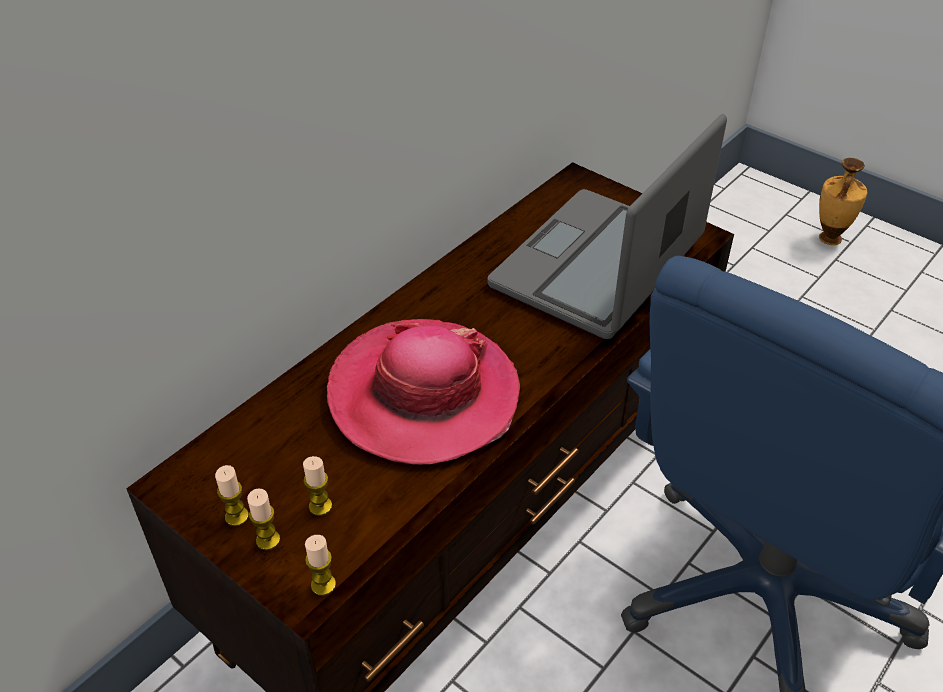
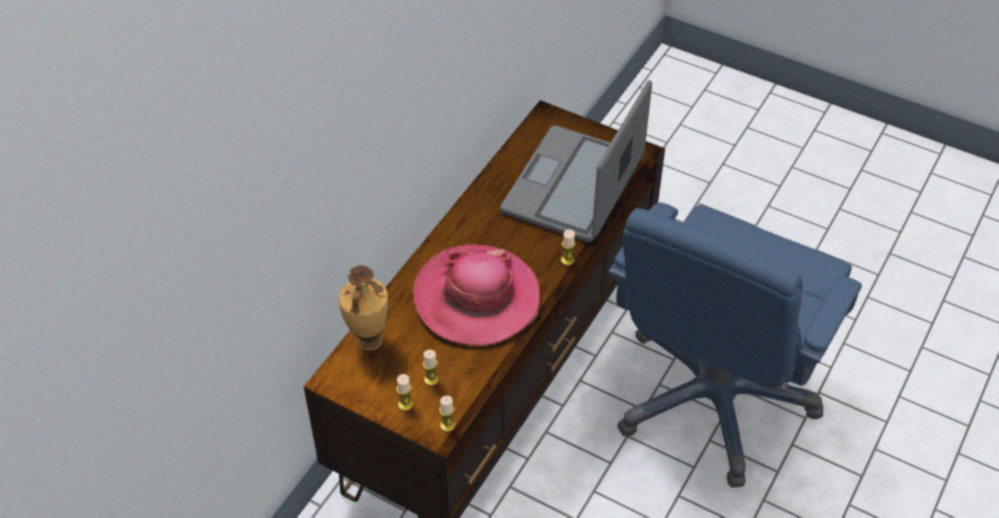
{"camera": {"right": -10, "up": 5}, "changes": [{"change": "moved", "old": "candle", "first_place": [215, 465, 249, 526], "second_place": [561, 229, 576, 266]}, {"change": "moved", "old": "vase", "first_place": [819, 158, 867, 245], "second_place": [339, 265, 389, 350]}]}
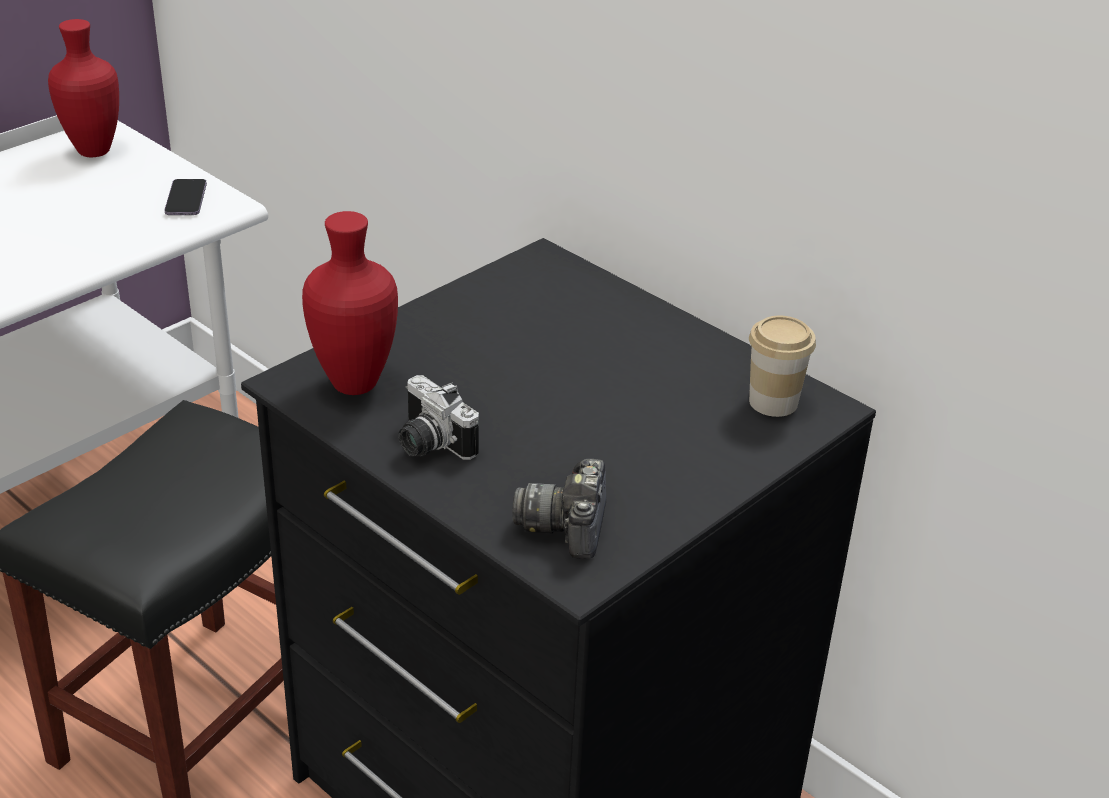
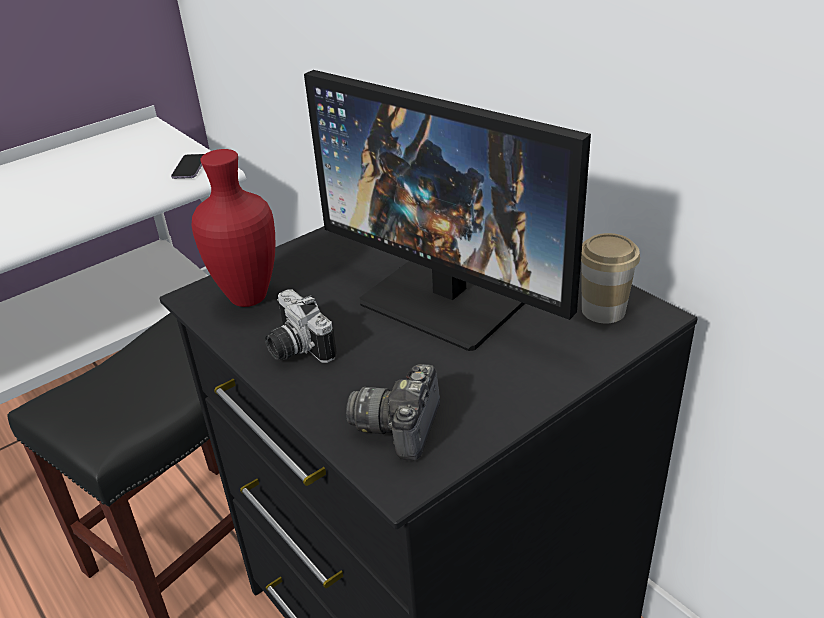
{"camera": {"right": 10, "up": 0}, "changes": [{"change": "removed", "old": "red vase", "first_place": [48, 19, 119, 157]}, {"change": "added", "new": "monitor", "second_place": [304, 70, 591, 351]}]}
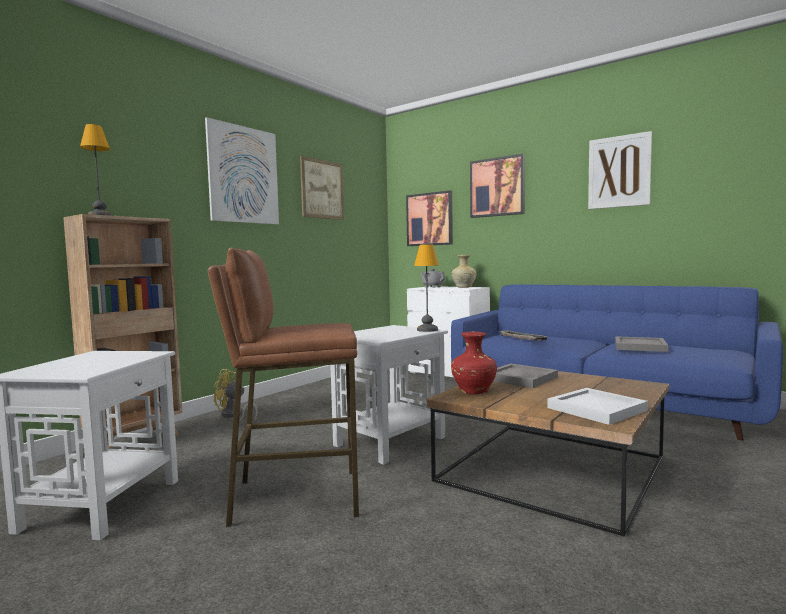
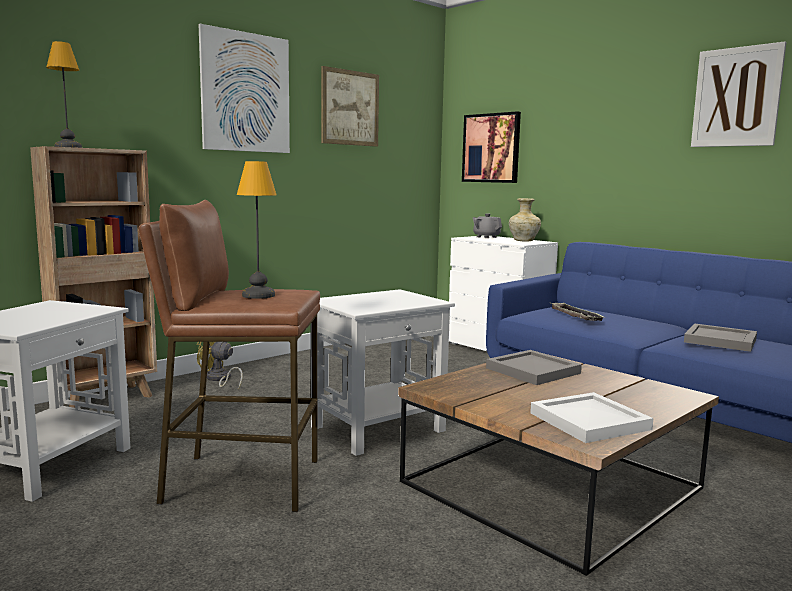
{"camera": {"right": 10, "up": 5}, "changes": [{"change": "removed", "old": "red vase", "first_place": [451, 331, 497, 395]}, {"change": "removed", "old": "picture", "first_place": [470, 154, 525, 218]}, {"change": "moved", "old": "table lamp", "first_place": [414, 244, 439, 332], "second_place": [237, 161, 277, 299]}]}
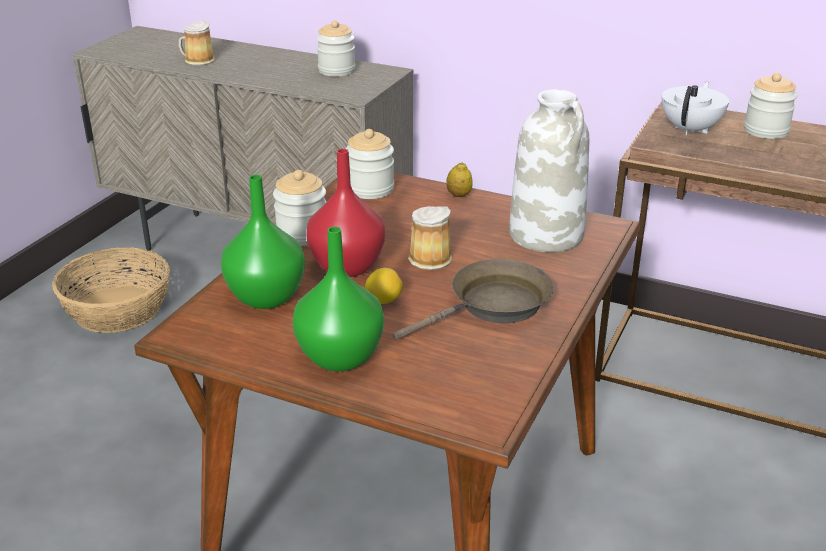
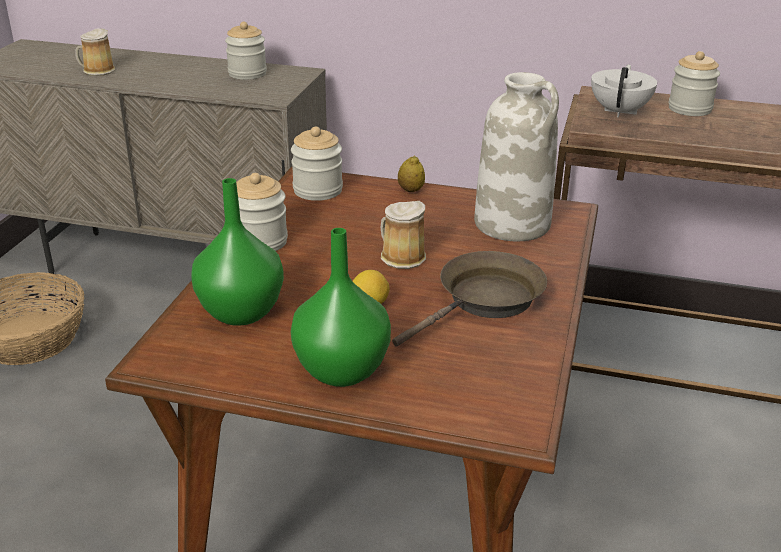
{"camera": {"right": -10, "up": 0}, "changes": [{"change": "removed", "old": "red vase", "first_place": [306, 149, 385, 277]}]}
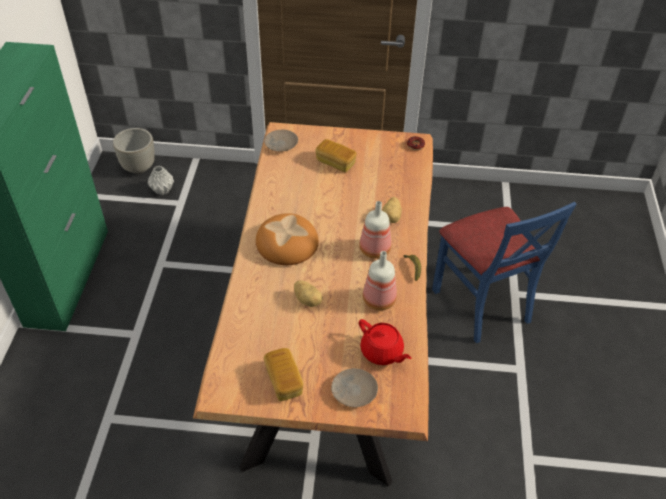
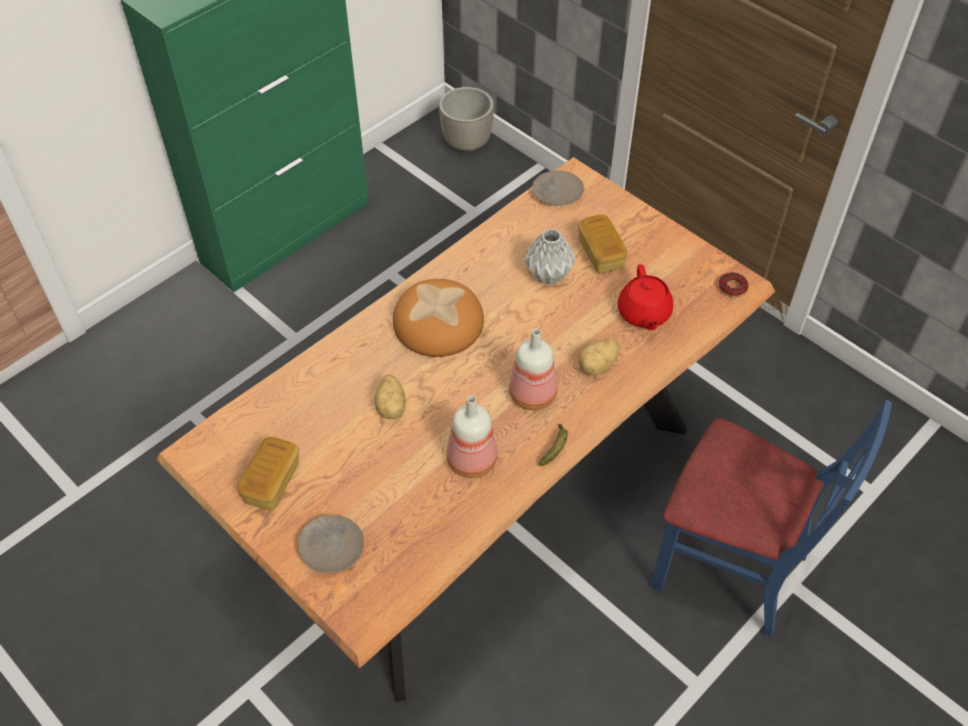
{"camera": {"right": 40, "up": 5}, "changes": [{"change": "moved", "old": "grey vase", "first_place": [148, 166, 174, 195], "second_place": [525, 229, 576, 285]}, {"change": "moved", "old": "red teapot", "first_place": [359, 319, 411, 365], "second_place": [618, 264, 673, 330]}, {"change": "turned", "old": "blue chair", "first_place": [432, 202, 577, 343], "second_place": [650, 400, 892, 638], "degrees": -75}]}
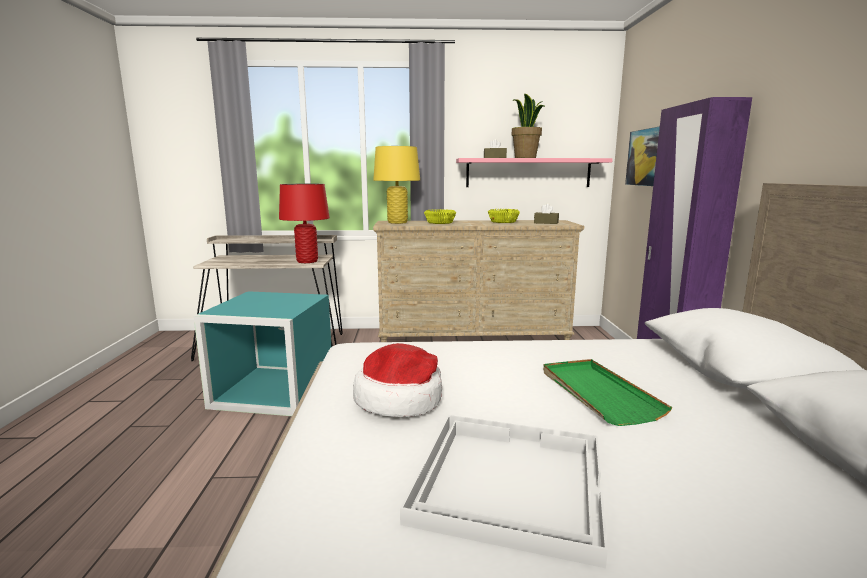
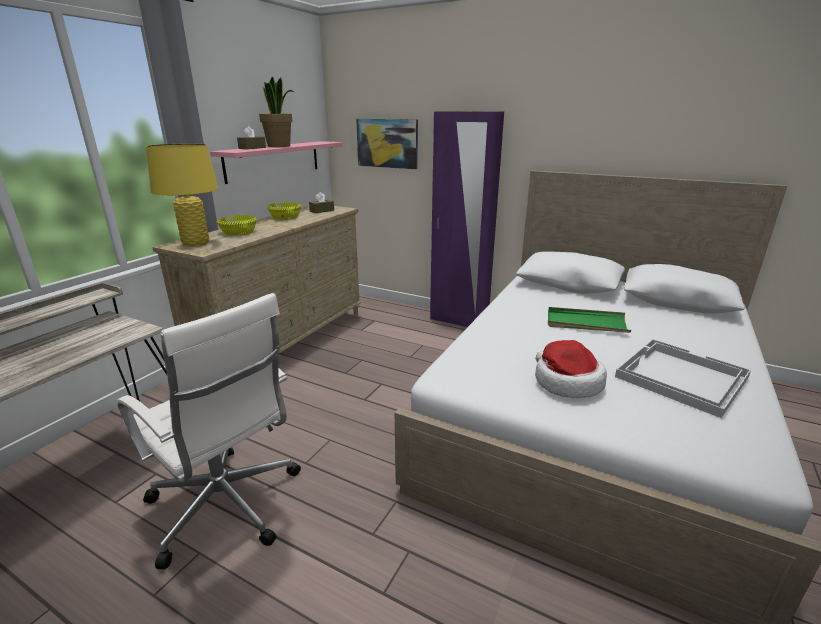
{"camera": {"right": -60, "up": 10}, "changes": [{"change": "removed", "old": "red table lamp", "first_place": [279, 184, 330, 263]}, {"change": "replaced", "old": "turquoise storage box", "new": "white office chair", "first_place": [193, 291, 331, 416], "second_place": [118, 293, 301, 569]}]}
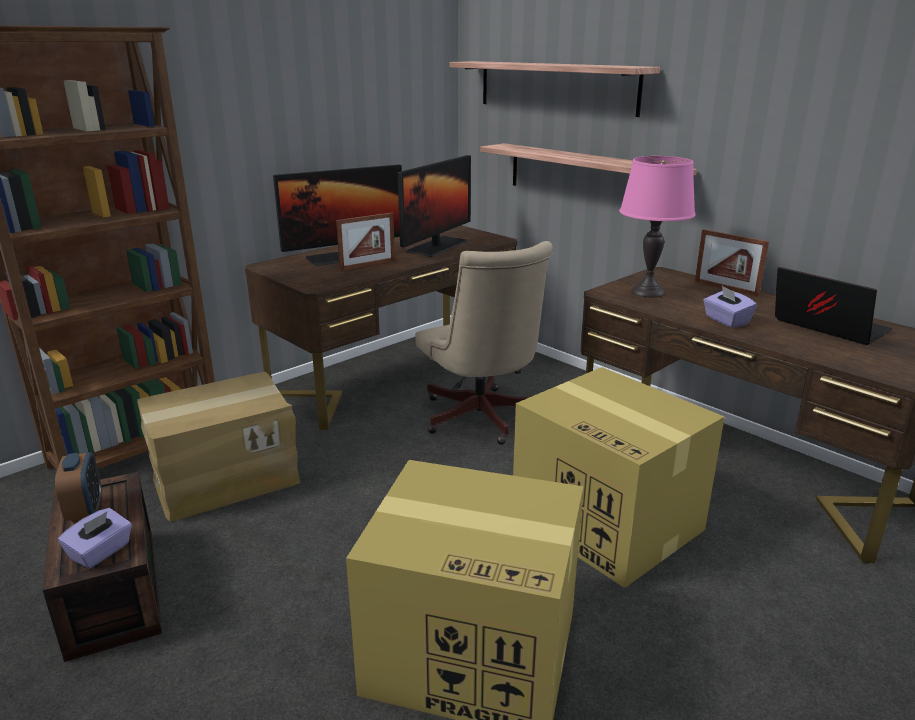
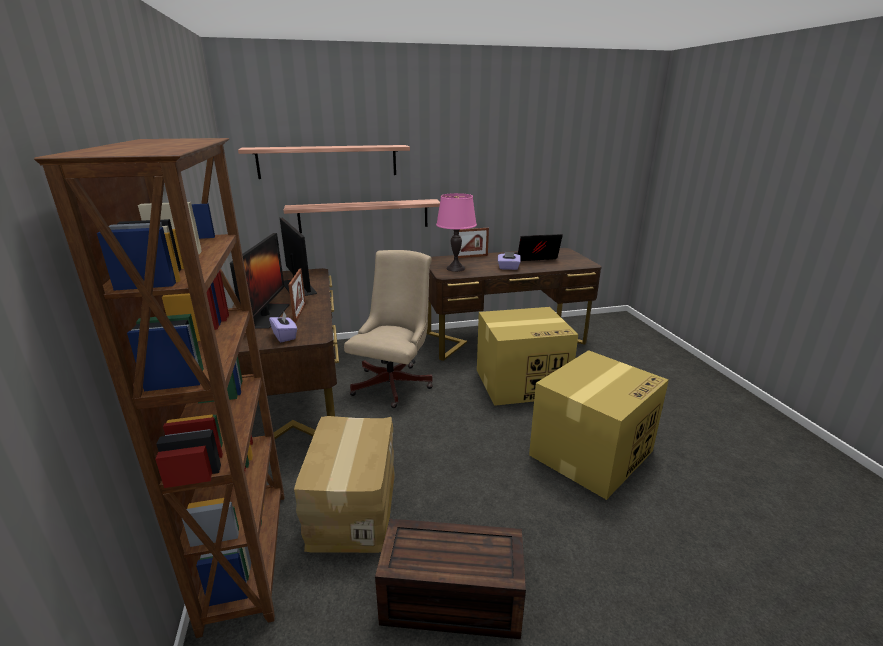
{"camera": {"right": -60, "up": 0}, "changes": [{"change": "removed", "old": "alarm clock", "first_place": [55, 452, 101, 522]}, {"change": "moved", "old": "purple tissue box", "first_place": [58, 508, 132, 569], "second_place": [269, 312, 297, 342]}, {"change": "turned", "old": "beige office chair", "first_place": [415, 241, 553, 445], "second_place": [344, 250, 433, 408], "degrees": -75}]}
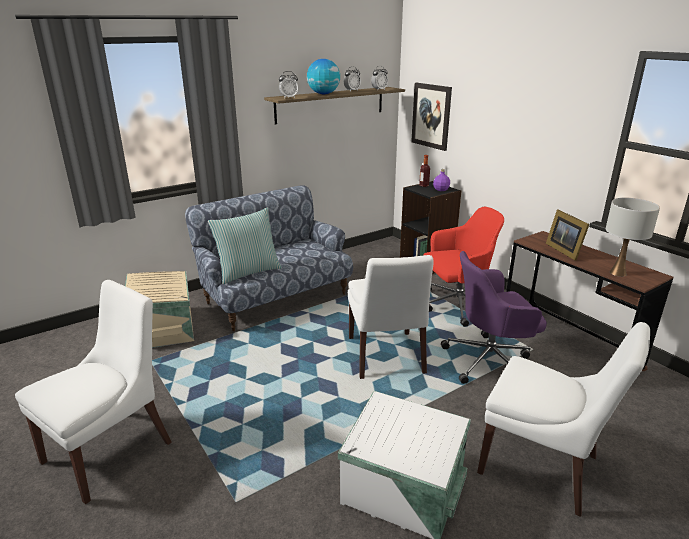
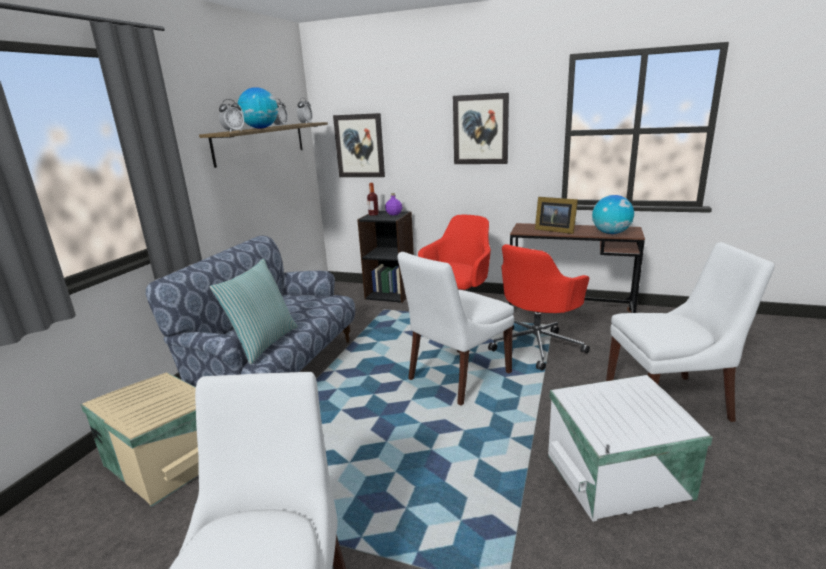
{"camera": {"right": -35, "up": -5}, "changes": [{"change": "added", "new": "picture", "second_place": [453, 93, 509, 164]}, {"change": "replaced", "old": "white table lamp", "new": "globe", "first_place": [606, 198, 660, 277], "second_place": [592, 195, 634, 234]}, {"change": "recoloured", "old": "purple office chair", "new": "red office chair", "first_place": [441, 251, 547, 384], "second_place": [488, 244, 590, 371]}, {"change": "turned", "old": "white chair", "first_place": [348, 255, 434, 379], "second_place": [397, 252, 514, 406], "degrees": 90}]}
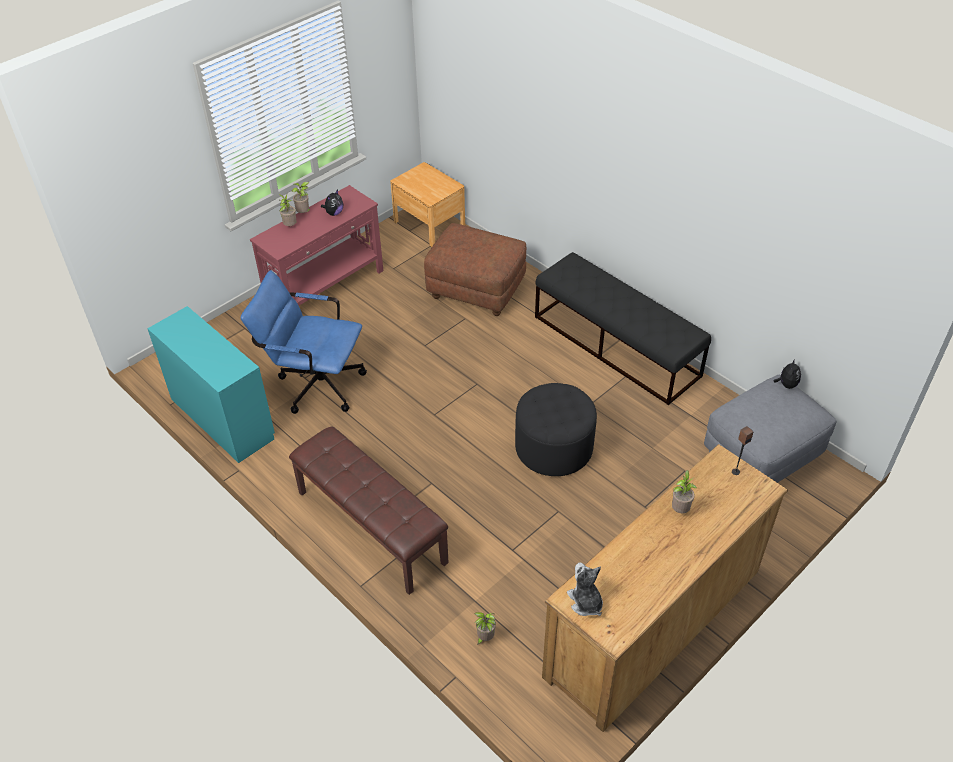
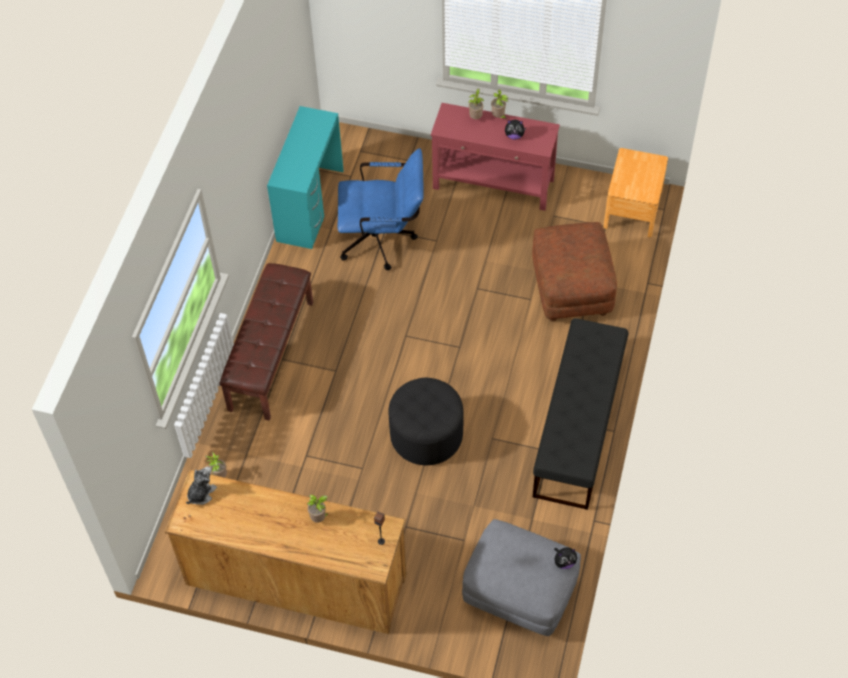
{"camera": {"right": 60, "up": 10}, "changes": [{"change": "turned", "old": "blue office chair", "first_place": [241, 270, 367, 414], "second_place": [338, 148, 424, 270], "degrees": 105}]}
